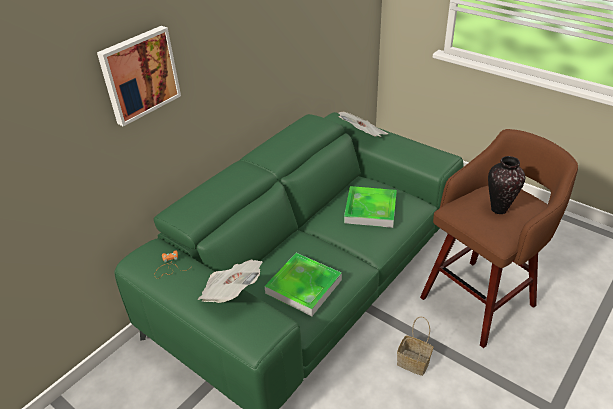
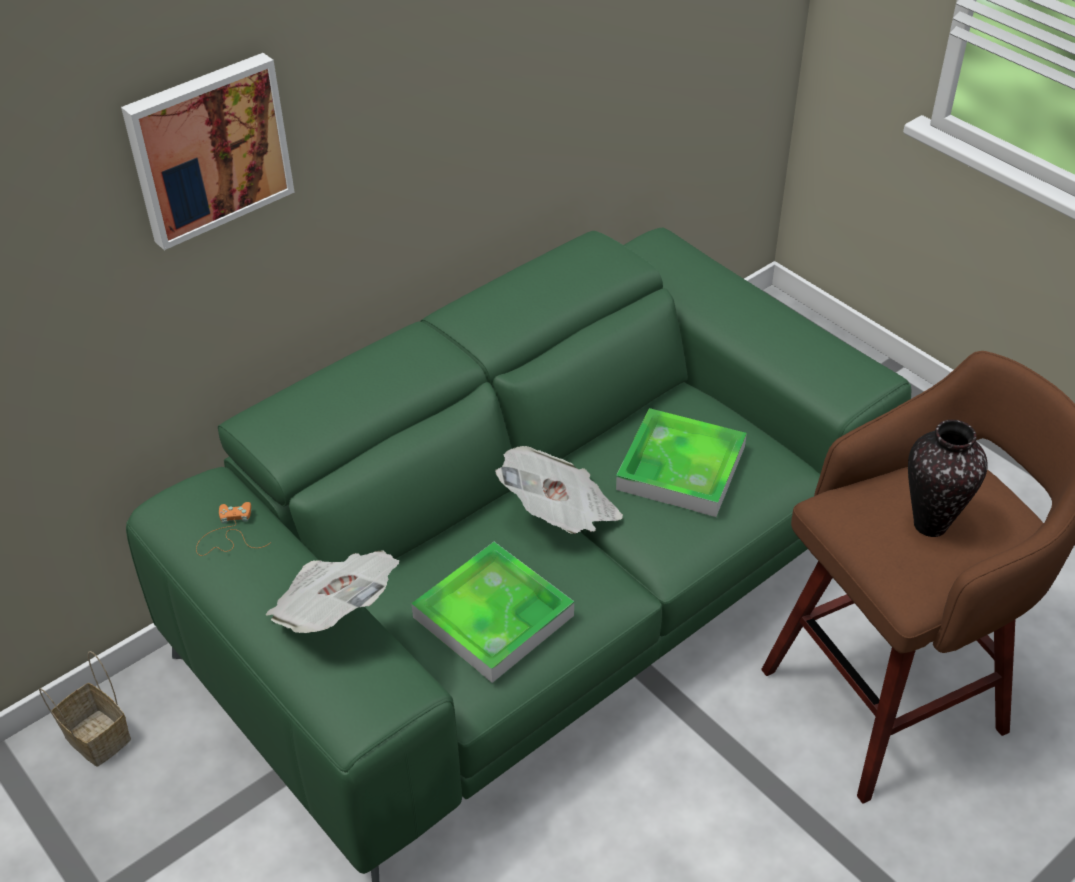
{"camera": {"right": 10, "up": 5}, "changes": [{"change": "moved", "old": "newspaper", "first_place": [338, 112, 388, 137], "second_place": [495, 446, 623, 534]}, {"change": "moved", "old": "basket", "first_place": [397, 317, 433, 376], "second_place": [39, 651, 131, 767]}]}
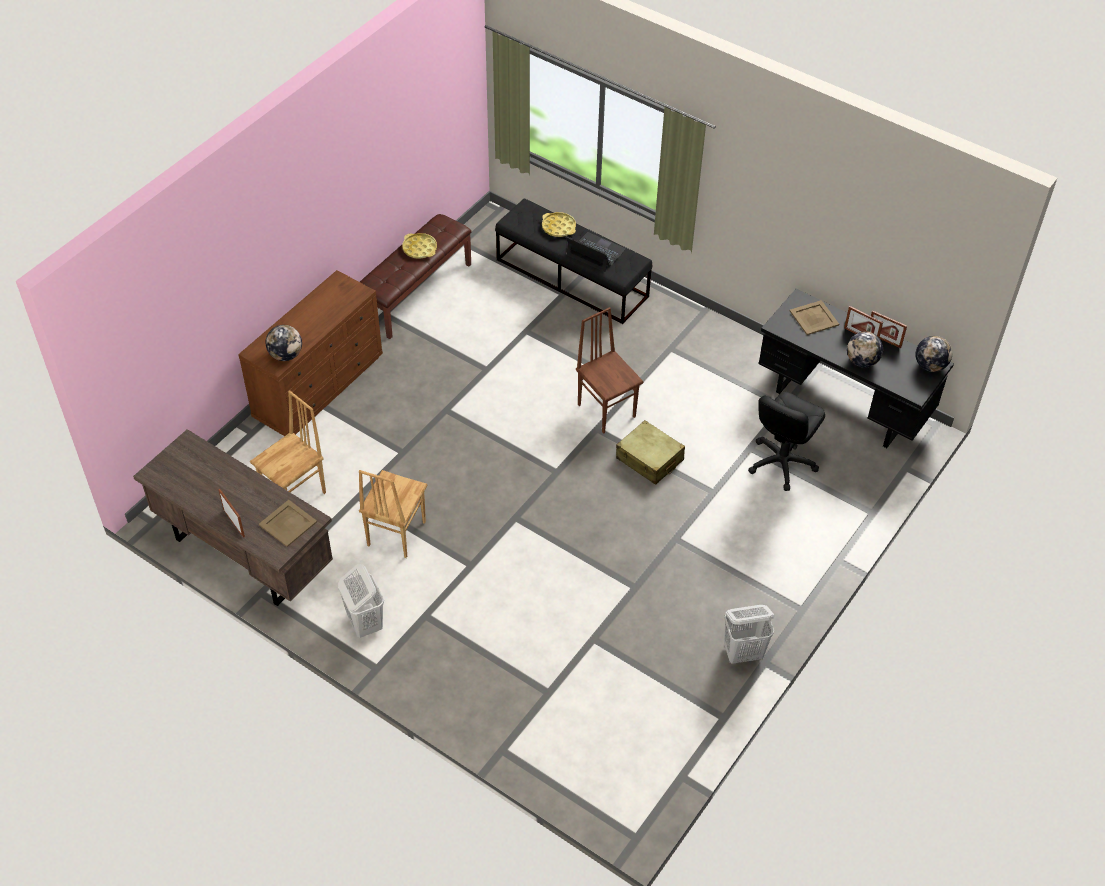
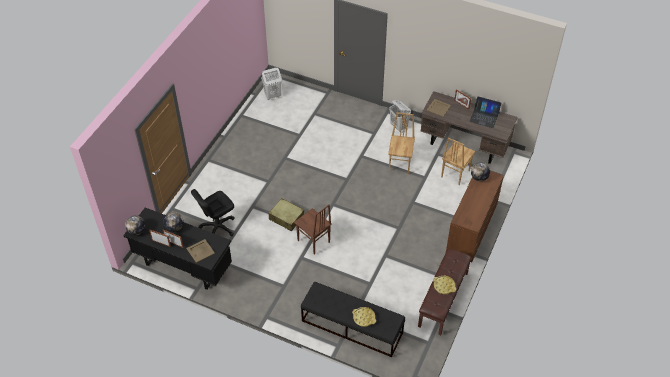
{"camera": {"right": 170, "up": 0}, "changes": [{"change": "moved", "old": "laptop", "first_place": [566, 232, 626, 272], "second_place": [470, 96, 501, 128]}, {"change": "moved", "old": "white laundry basket", "first_place": [724, 605, 774, 664], "second_place": [261, 68, 282, 100]}, {"change": "turned", "old": "black office chair", "first_place": [748, 392, 825, 491], "second_place": [191, 189, 235, 236], "degrees": -150}]}
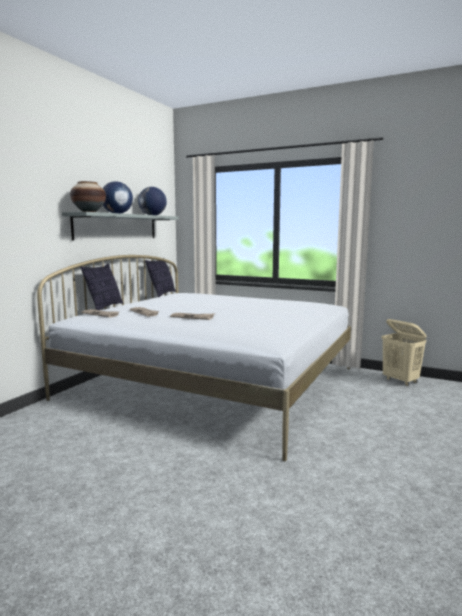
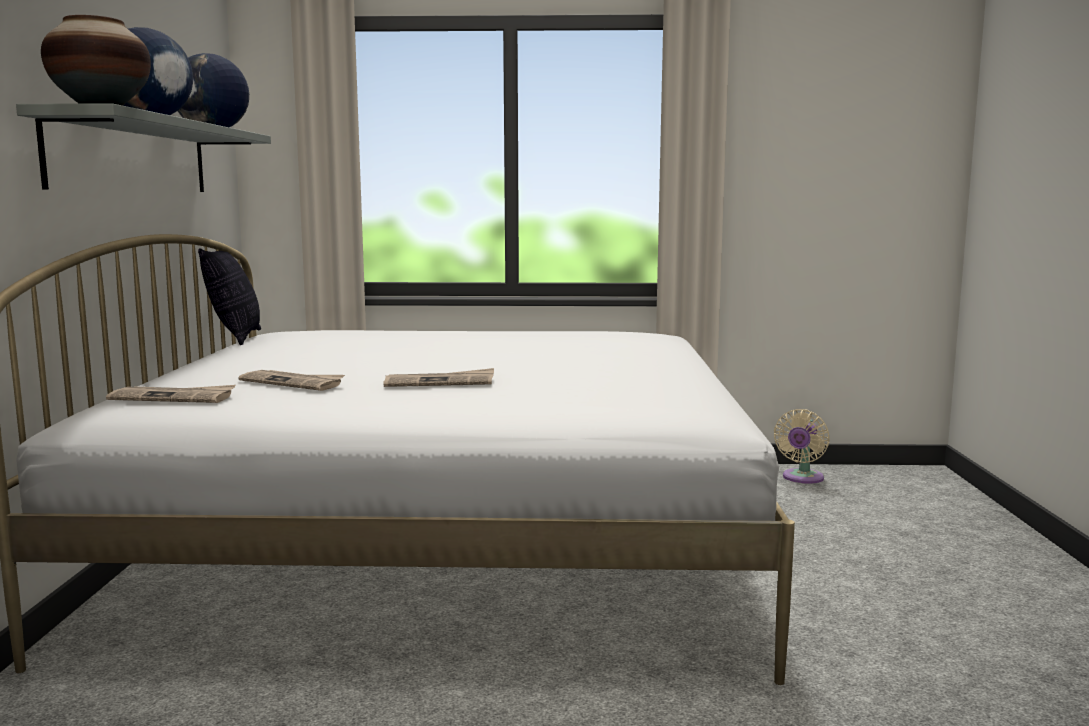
{"camera": {"right": -25, "up": 0}, "changes": [{"change": "removed", "old": "pillow", "first_place": [81, 263, 123, 310]}, {"change": "replaced", "old": "beige laundry basket", "new": "beige fan", "first_place": [382, 319, 427, 386], "second_place": [774, 409, 829, 484]}]}
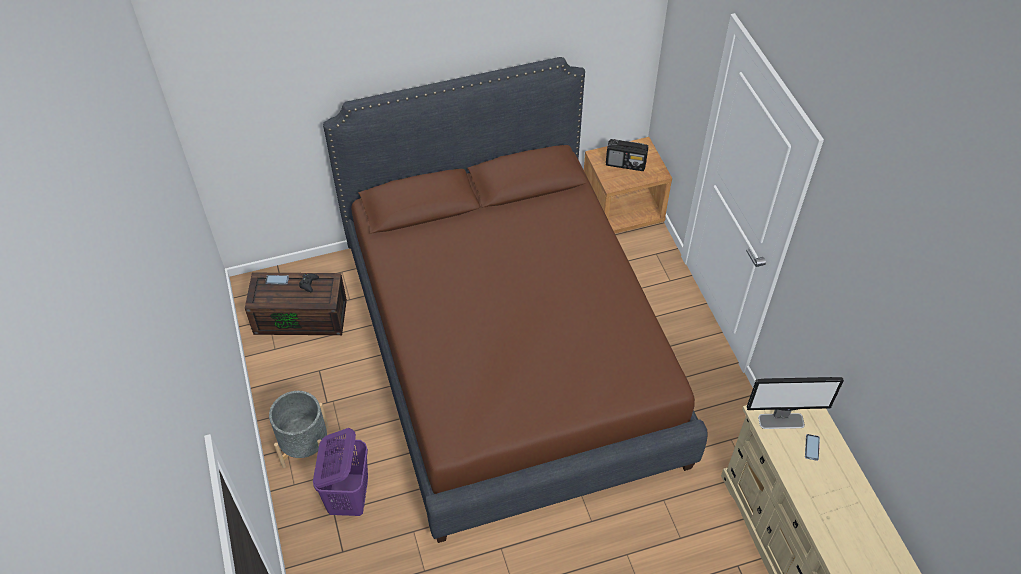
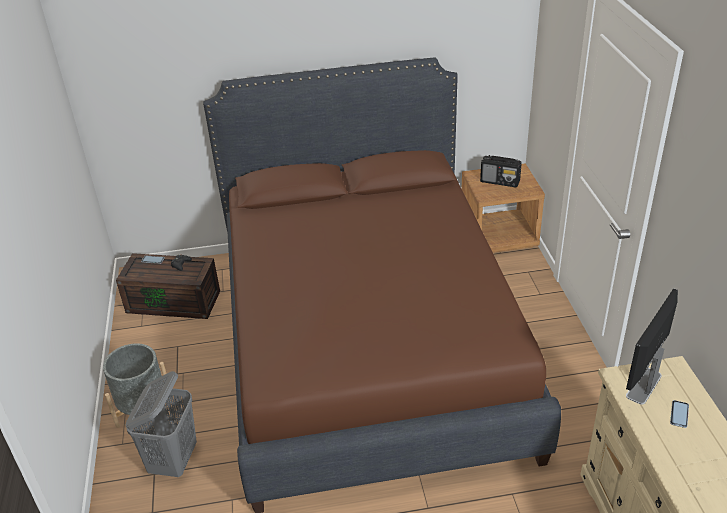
{"camera": {"right": 10, "up": -15}, "changes": [{"change": "recoloured", "old": "purple laundry basket", "new": "grey laundry basket", "first_place": [313, 428, 368, 516], "second_place": [125, 371, 197, 477]}, {"change": "turned", "old": "monitor", "first_place": [747, 377, 844, 429], "second_place": [626, 288, 678, 404], "degrees": 120}]}
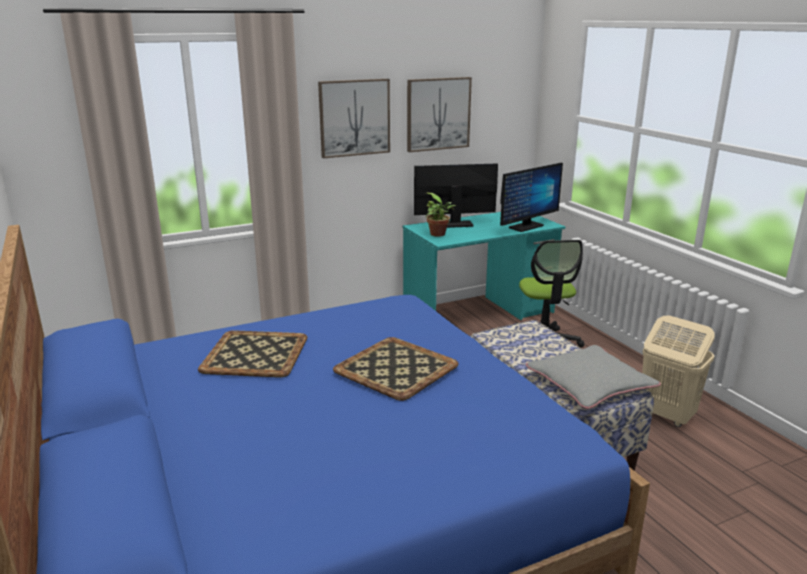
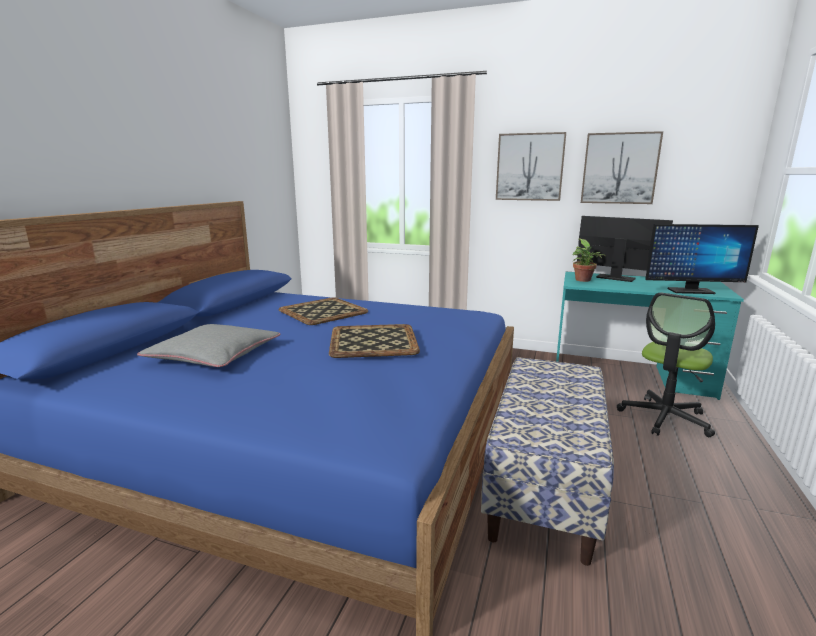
{"camera": {"right": 45, "up": -5}, "changes": [{"change": "removed", "old": "beige laundry basket", "first_place": [642, 315, 715, 427]}, {"change": "moved", "old": "grey pillow", "first_place": [526, 345, 661, 409], "second_place": [137, 324, 281, 367]}]}
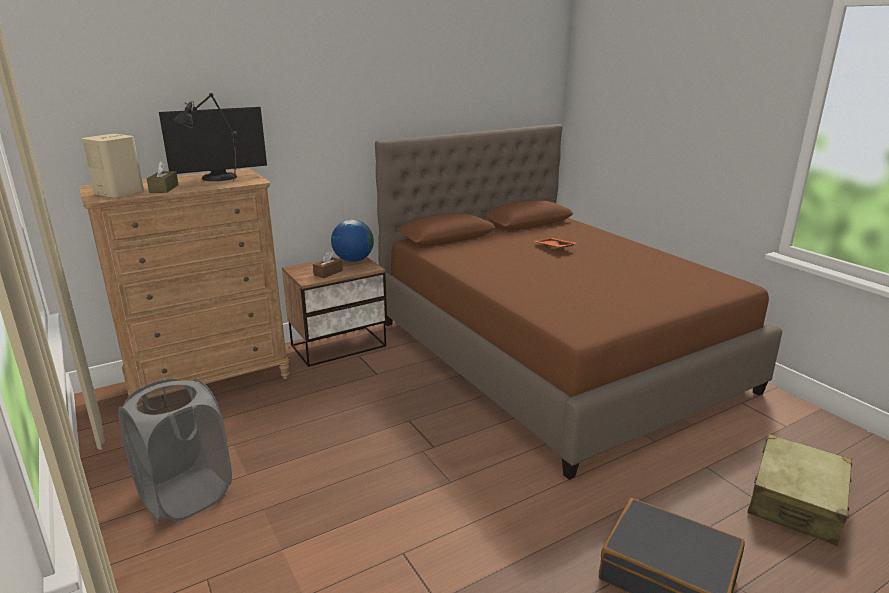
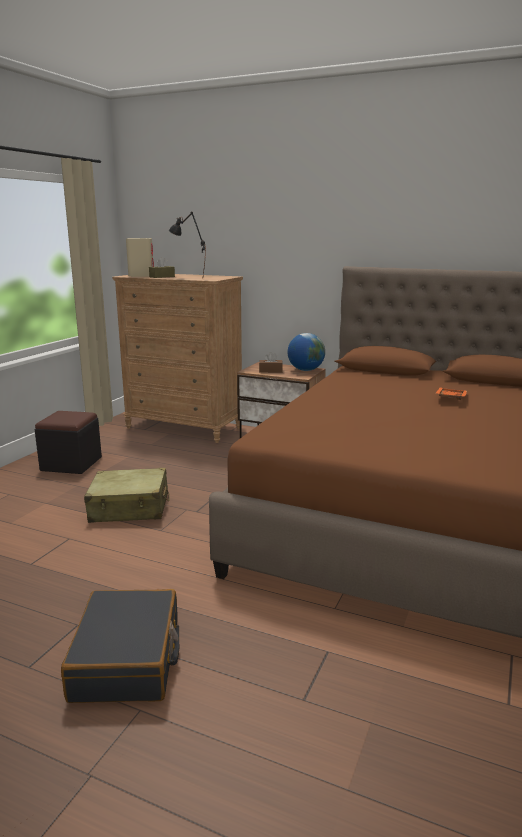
{"camera": {"right": 55, "up": -5}, "changes": [{"change": "removed", "old": "monitor", "first_place": [159, 107, 267, 181]}, {"change": "moved", "old": "beige suitcase", "first_place": [748, 434, 852, 546], "second_place": [84, 468, 170, 523]}, {"change": "replaced", "old": "grey laundry basket", "new": "black ottoman", "first_place": [118, 378, 232, 521], "second_place": [35, 411, 102, 474]}]}
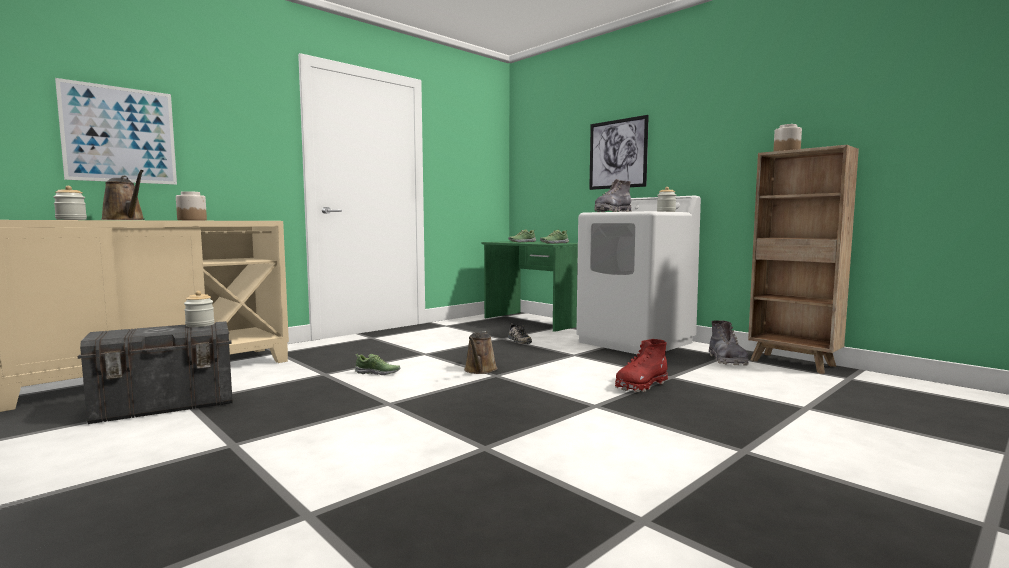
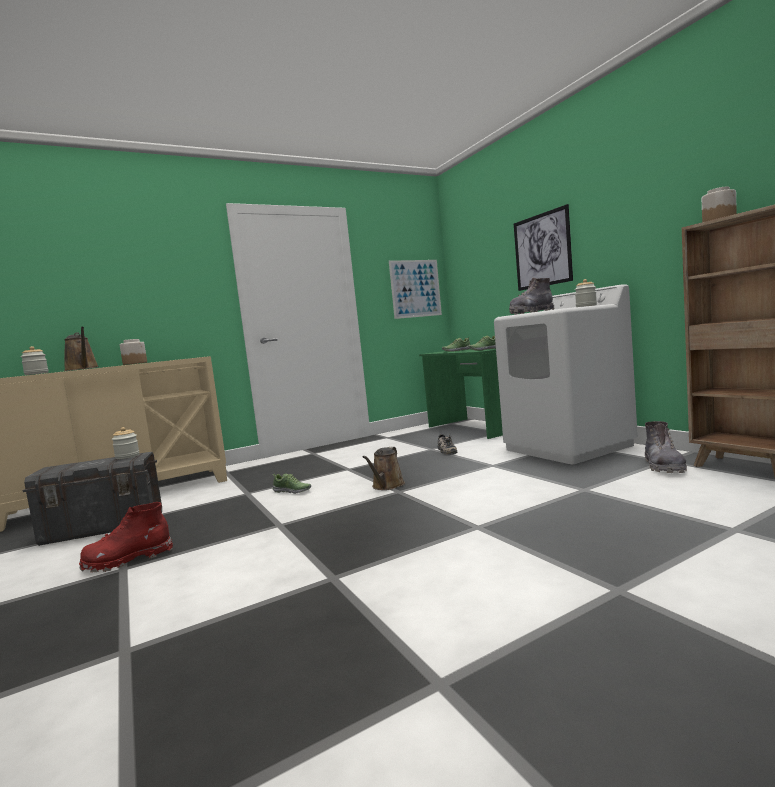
{"camera": {"right": 15, "up": 0}, "changes": [{"change": "moved", "old": "picture", "first_place": [55, 78, 177, 185], "second_place": [389, 260, 442, 319]}, {"change": "moved", "old": "red boot", "first_place": [615, 339, 668, 392], "second_place": [79, 502, 173, 572]}]}
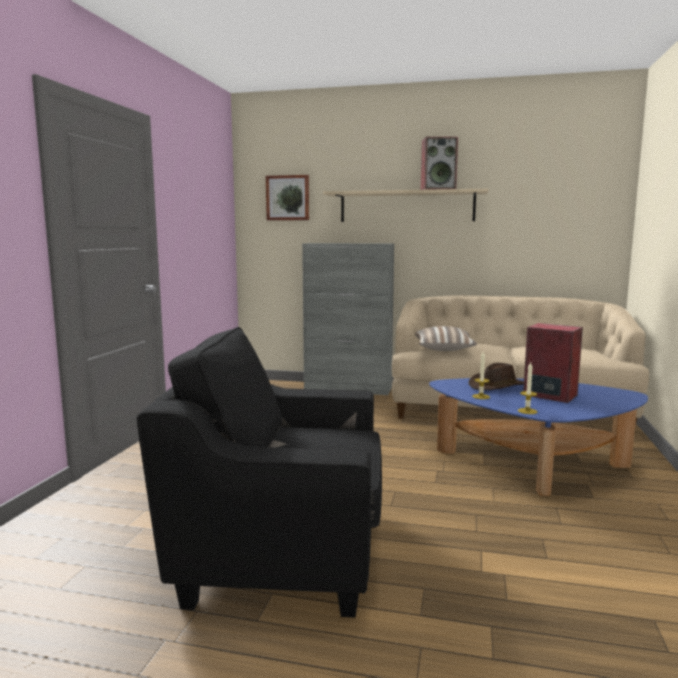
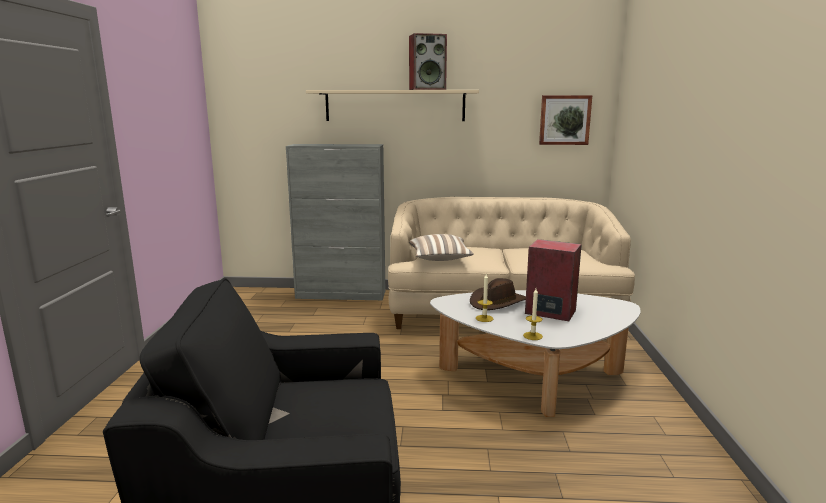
{"camera": {"right": -10, "up": 5}, "changes": [{"change": "moved", "old": "picture", "first_place": [266, 175, 309, 220], "second_place": [539, 95, 592, 145]}, {"change": "recoloured", "old": "blue coffee table", "new": "white coffee table", "first_place": [429, 378, 648, 496], "second_place": [430, 290, 641, 417]}]}
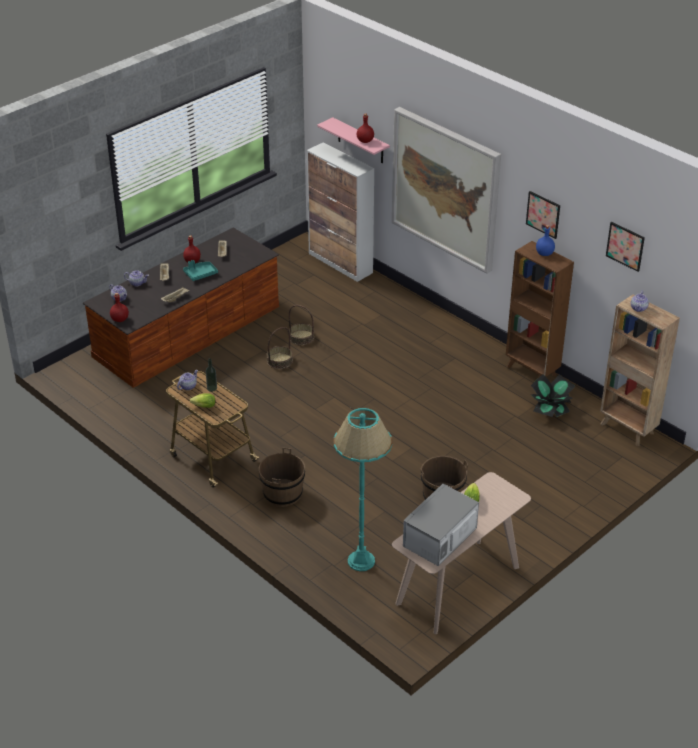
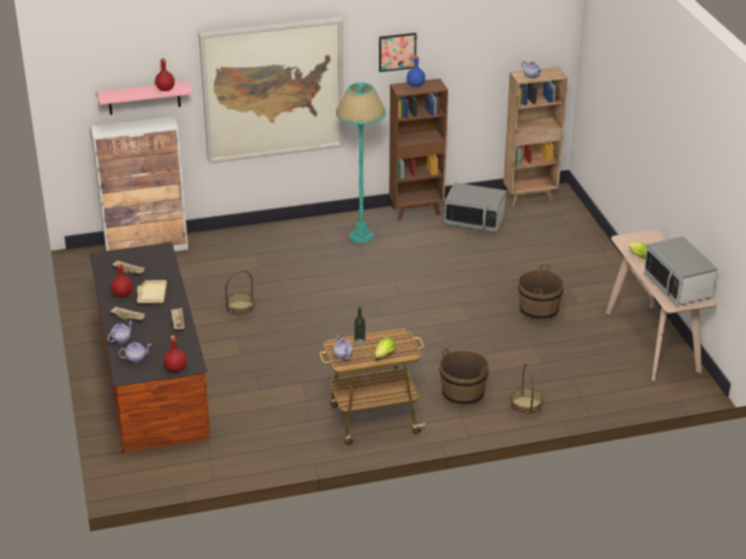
{"camera": {"right": -60, "up": -5}, "changes": [{"change": "removed", "old": "picture", "first_place": [606, 222, 645, 272]}, {"change": "moved", "old": "basket", "first_place": [266, 327, 293, 369], "second_place": [510, 363, 543, 416]}, {"change": "moved", "old": "turquoise floor lamp", "first_place": [333, 408, 392, 571], "second_place": [336, 82, 386, 243]}, {"change": "replaced", "old": "potted plant", "new": "microwave", "first_place": [531, 374, 575, 417], "second_place": [445, 183, 506, 232]}, {"change": "recoloured", "old": "turquoise tray", "new": "beige tray", "first_place": [183, 260, 218, 281], "second_place": [137, 280, 167, 303]}]}
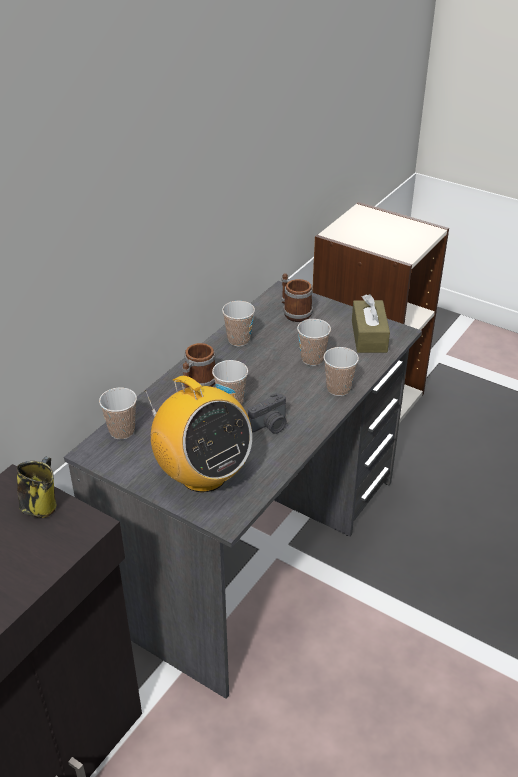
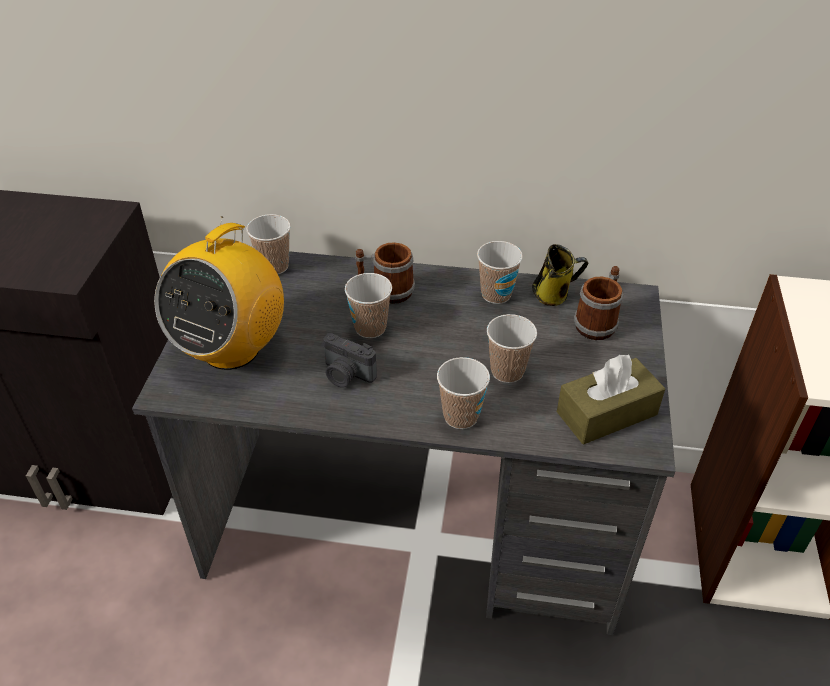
{"camera": {"right": 65, "up": 5}, "changes": [{"change": "moved", "old": "mug", "first_place": [16, 457, 57, 518], "second_place": [532, 244, 589, 306]}]}
